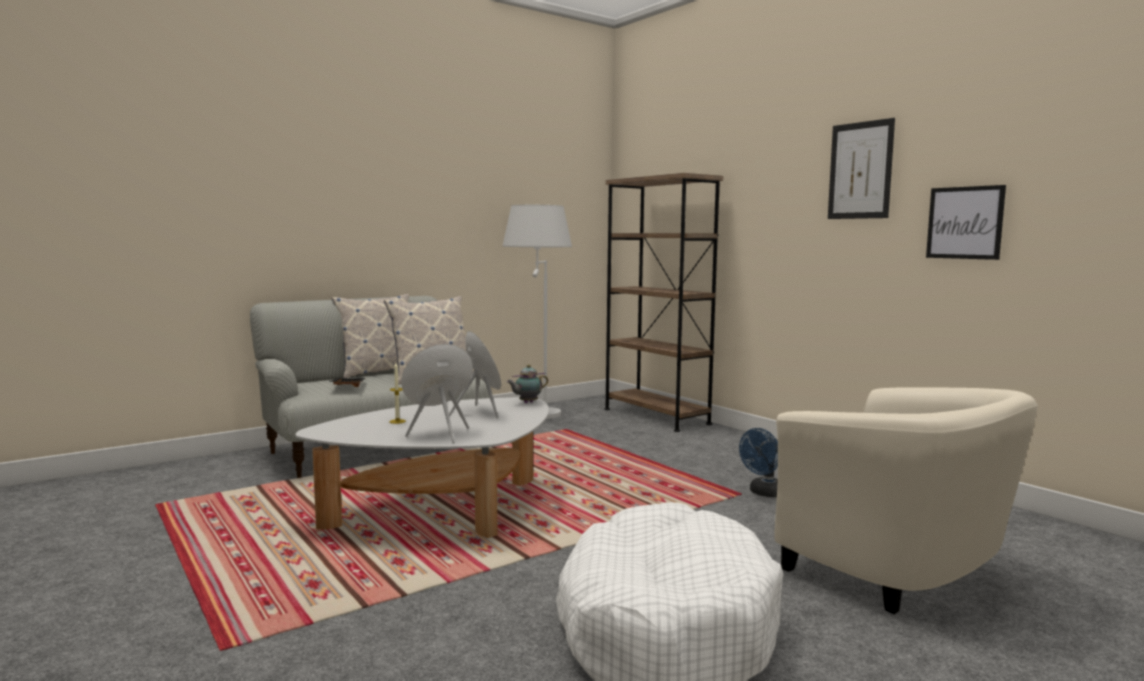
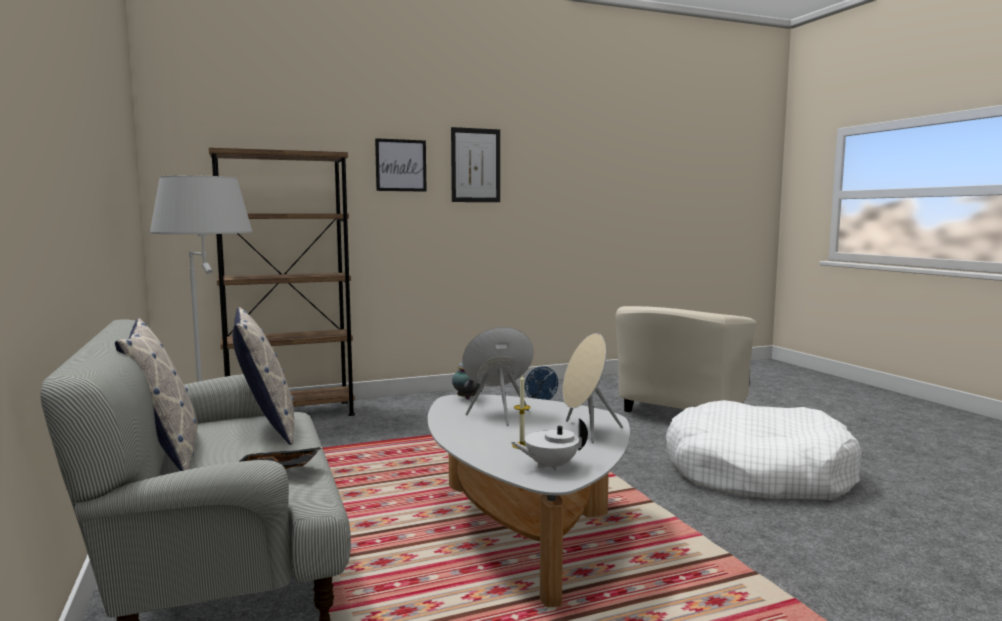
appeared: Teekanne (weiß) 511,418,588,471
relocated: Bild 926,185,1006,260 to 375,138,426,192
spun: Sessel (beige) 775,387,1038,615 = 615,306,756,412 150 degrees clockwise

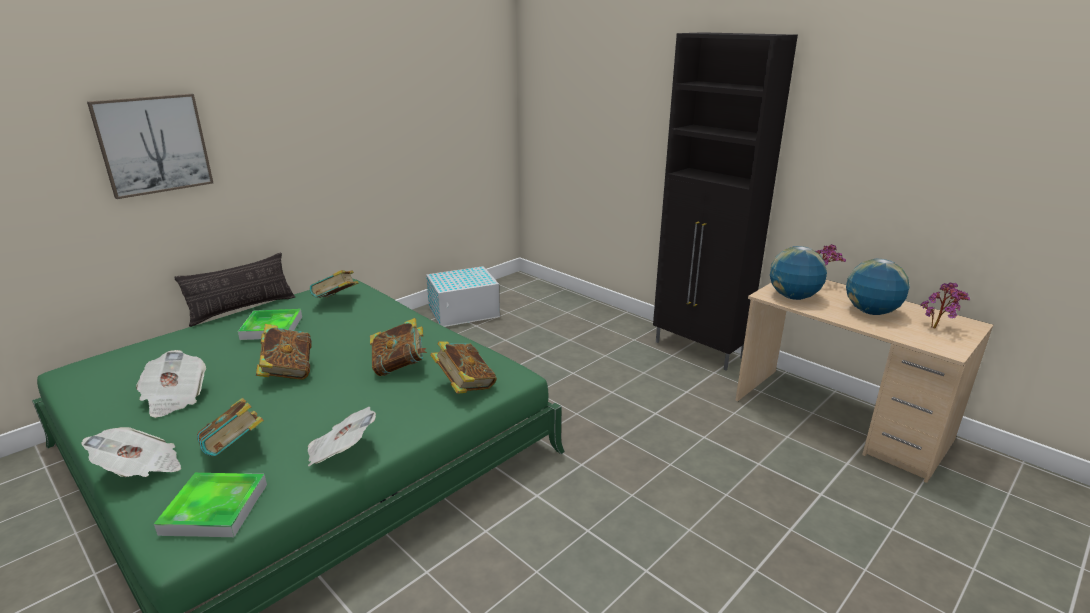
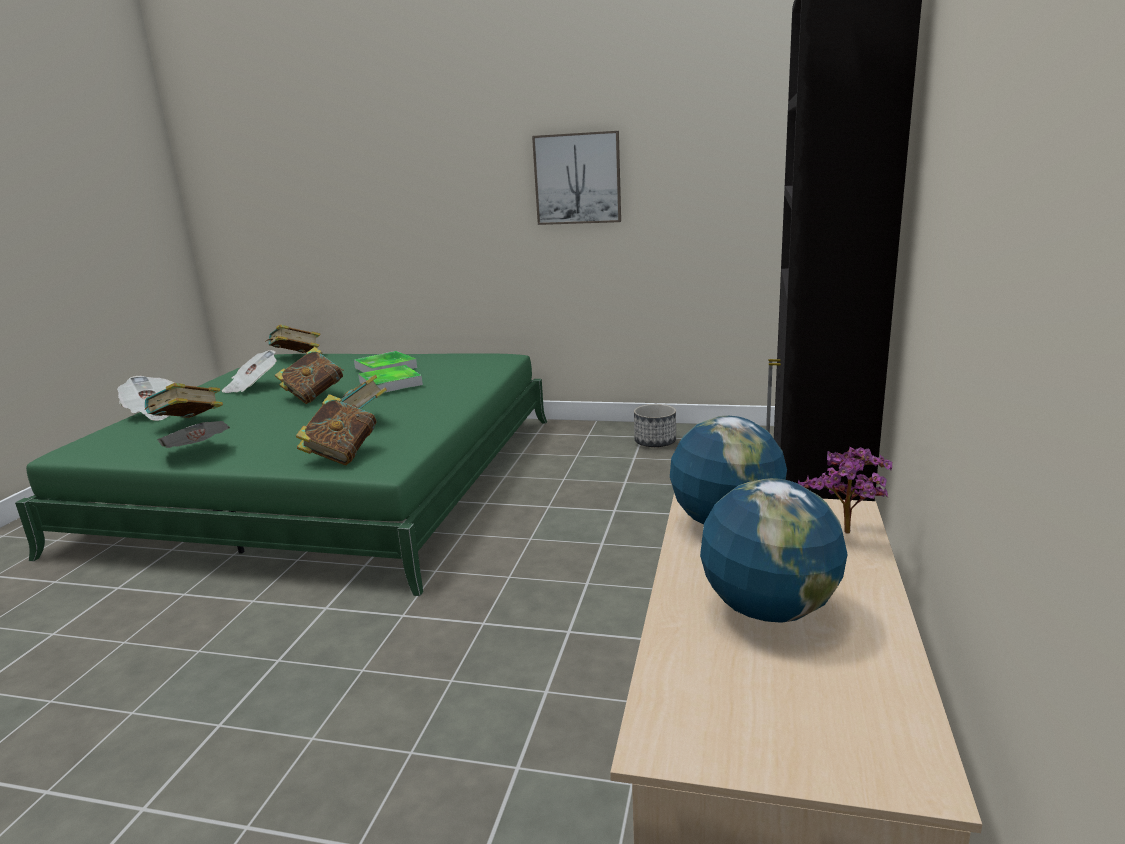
missing: Kissen 174,252,295,327; Topfpflanze 920,282,970,329
relocated: Bild 87,94,213,199 to 532,131,621,225; Tablett 154,473,267,537 to 358,365,423,393; Buch 310,270,359,298 to 265,325,320,353
exchanged: Aufbewahrungsbox (weiß) 426,266,500,327 to Pflanzkübel 634,404,676,447

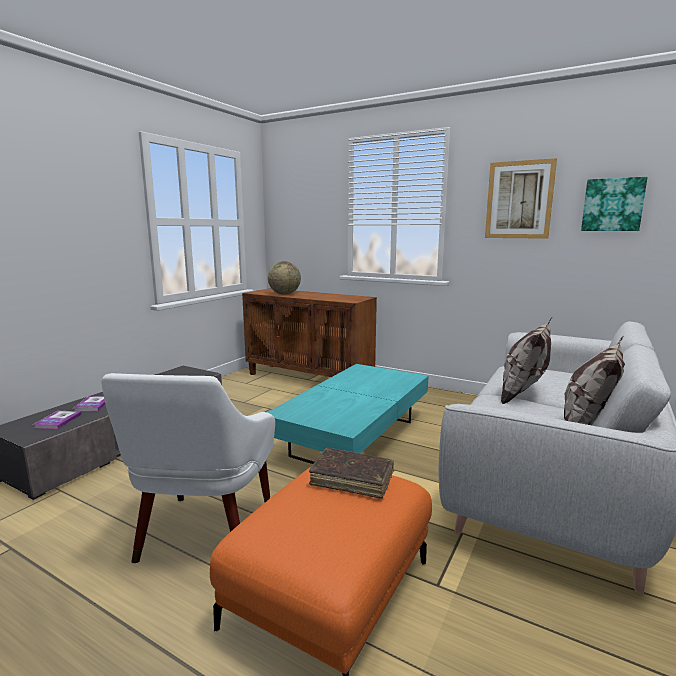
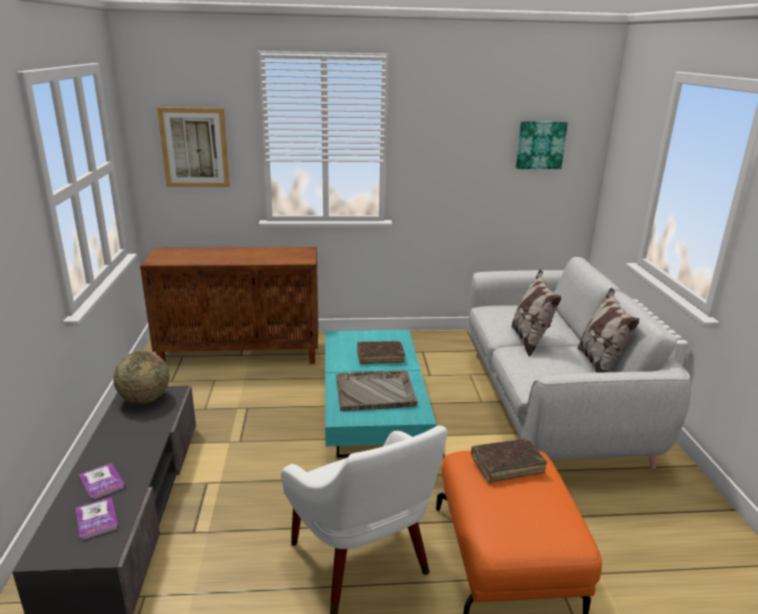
appeared: Tablett (grau) 336,370,417,411; Buch (braun) 357,341,405,364
relocated: Globus 268,261,301,294 to 113,351,169,404; Bild 485,158,557,239 to 157,107,230,187

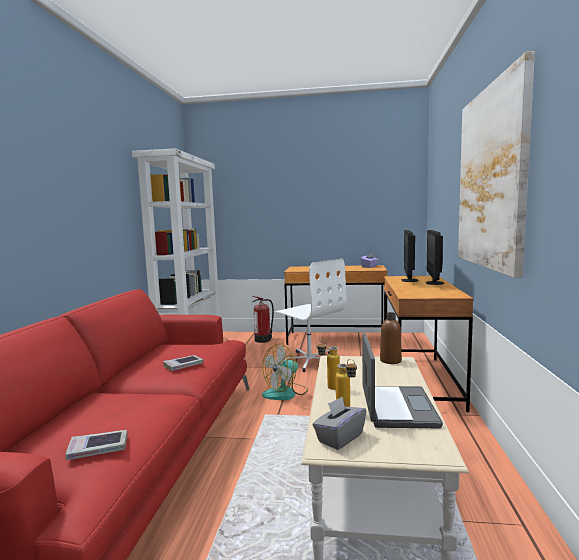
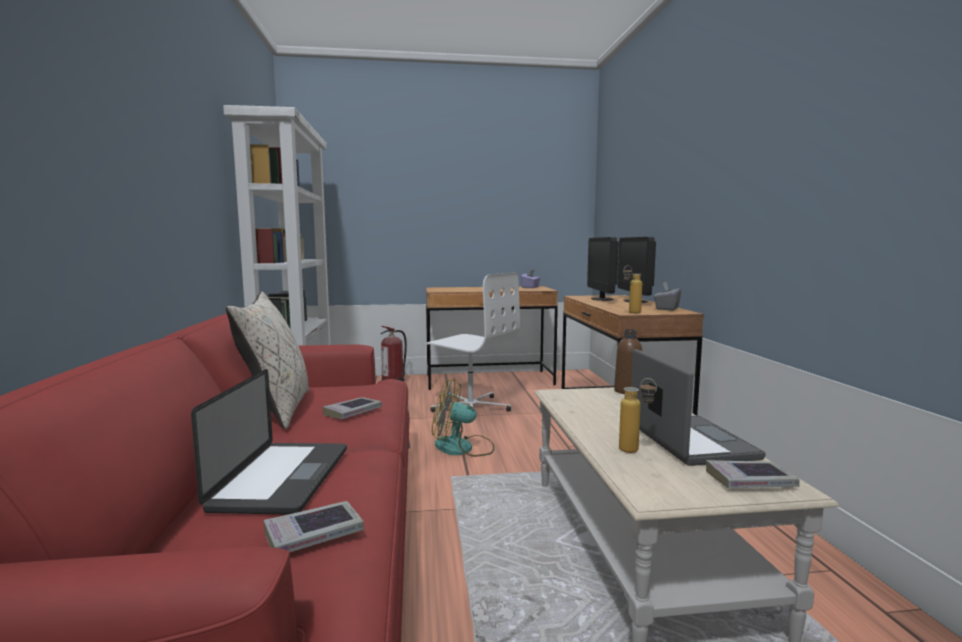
missing: Bild 458,51,535,278
appeared: Laptop 191,369,347,515; Kissen (beige) 226,292,309,429; Buch 706,460,800,488
relocated: Taschentuchbox (grau) 313,396,366,450 to 654,282,681,310; Flasche 316,340,340,390 to 623,265,642,313
spun: Ventilator 262,344,308,400 = 432,379,494,457 60 degrees clockwise

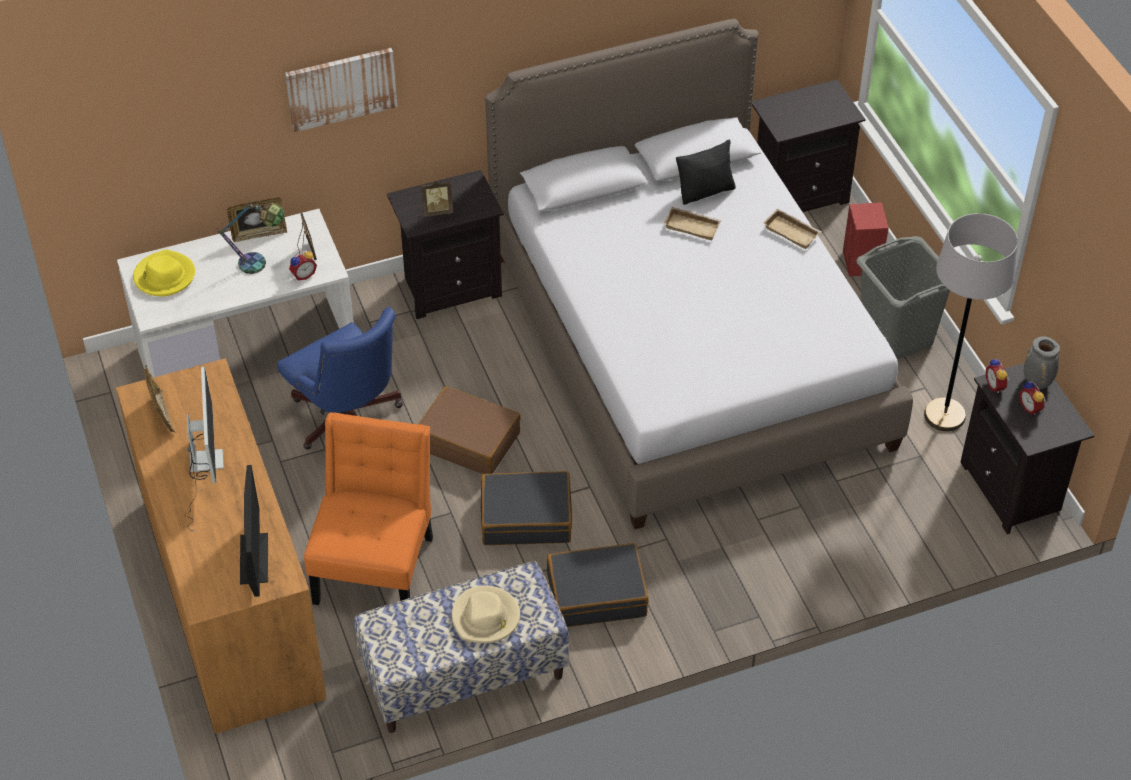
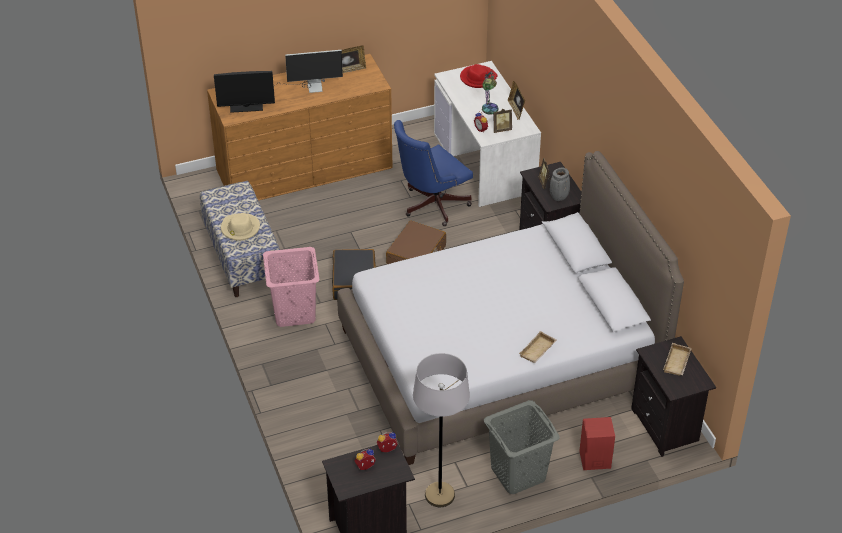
missing: Bild 285,48,397,132; Stuhl (orange) 304,412,433,605; Kissen (schwarz) 676,140,736,205
relocated: Tablett (beige) 663,207,722,240 to 663,343,692,375; Vase (grau) 1024,336,1060,389 to 550,168,570,201
exchanged: Koffer (schwarz) 547,543,649,627 to Wäschekorb (rosa) 263,247,320,327
colour: Hut (gelb) 133,250,195,296 to Hut (rot) 460,64,498,88

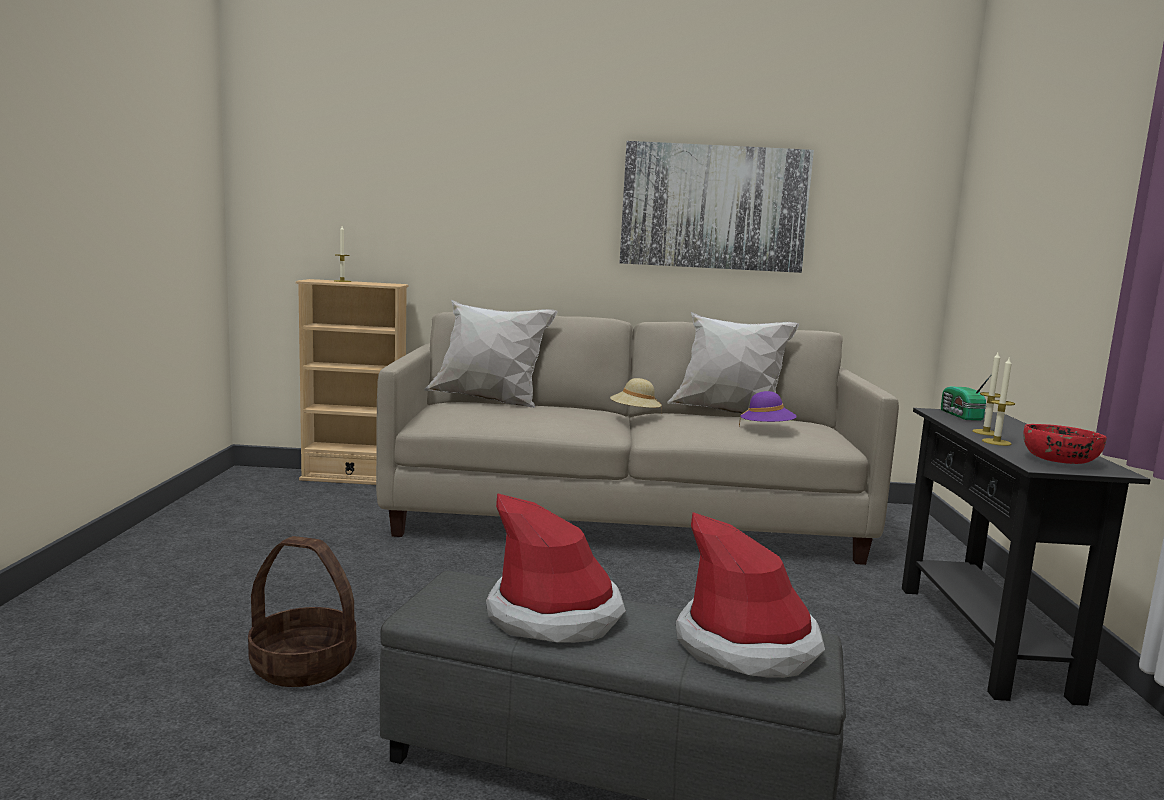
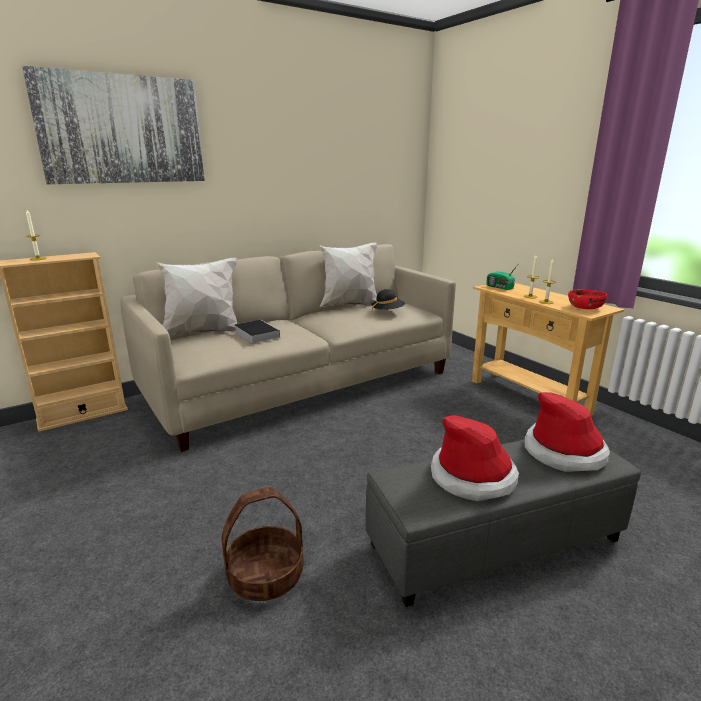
missing: Hut (beige) 610,378,662,412
appeared: Buch 234,320,280,344
relocated: Bild 620,141,814,273 to 22,66,205,184
colour: Hut (lila) 739,391,797,426 to Hut (schwarz) 371,289,405,313; Konsolentisch (schwarz) 902,408,1151,706 to Konsolentisch (beige) 472,283,624,415

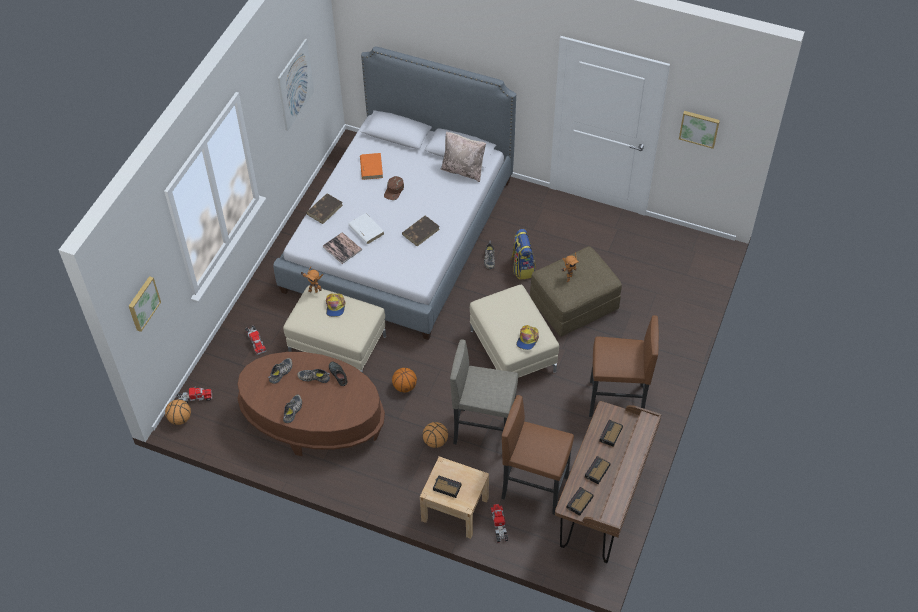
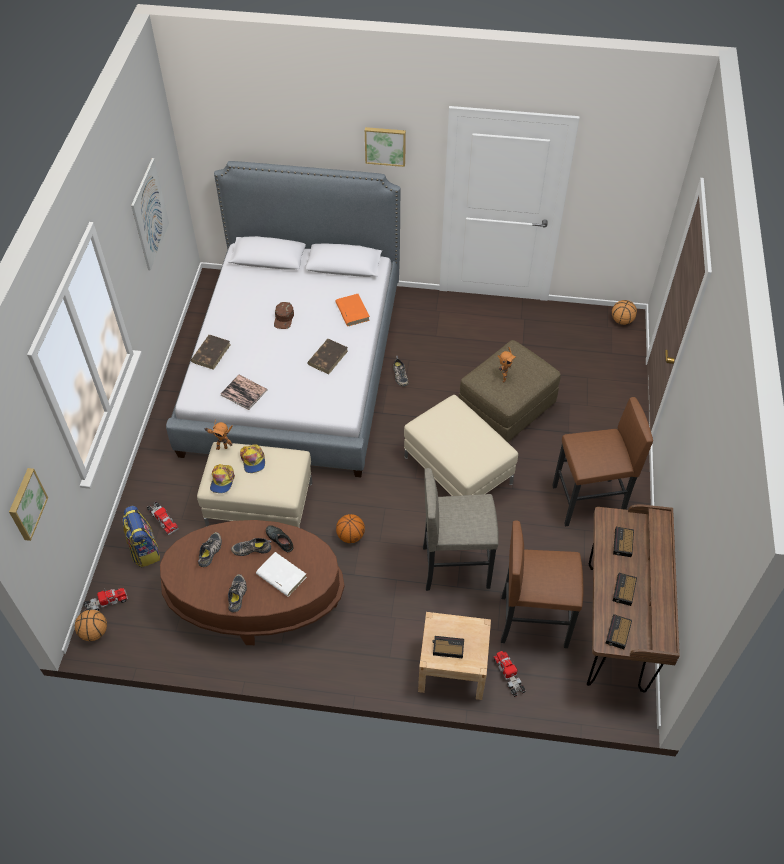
missing: Kissen (beige) 441,131,486,182
relocated: Buch (weiß) 348,213,385,244 to 256,552,307,597; Buch (orange) 360,153,383,180 to 335,294,370,326; Basketball 423,422,448,448 to 612,300,637,325; Rucksack 510,229,536,280 to 123,506,160,567; Kappe 516,325,539,350 to 210,464,235,493; Bild 679,111,720,149 to 365,127,406,167

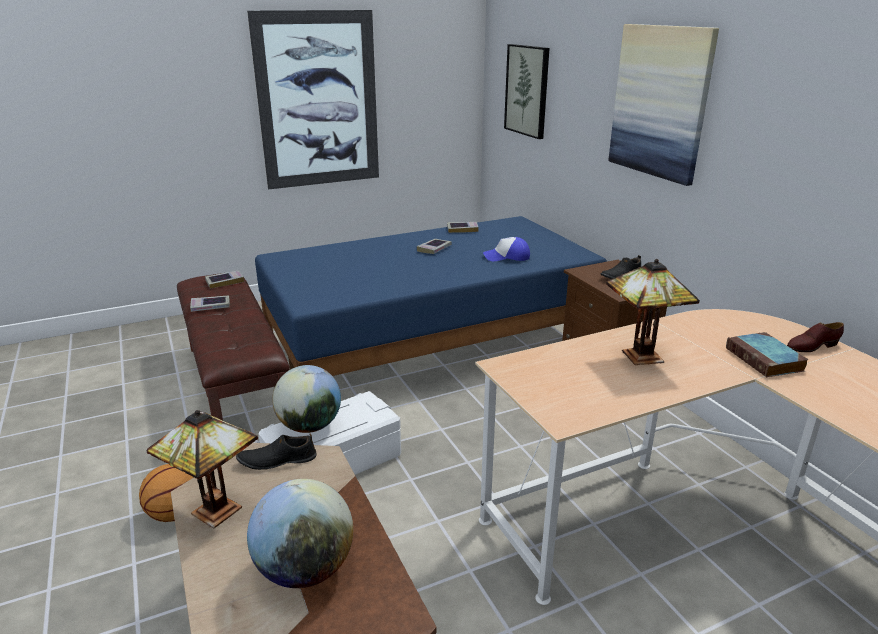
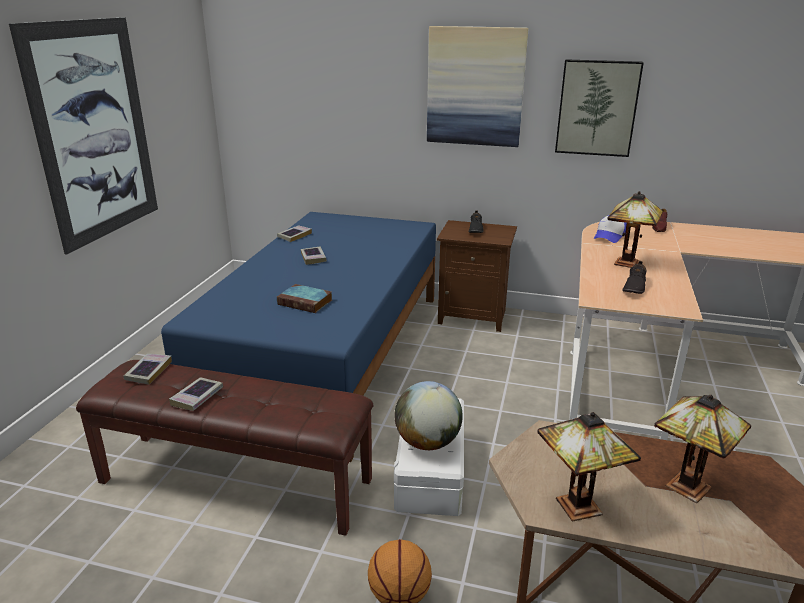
relocated: Schuh (schwarz) 236,433,316,470 to 622,261,646,294; Kappe 483,237,530,261 to 594,215,627,243; Bild 504,44,550,139 to 555,59,644,157; Buch 726,332,809,377 to 277,284,332,313
exchanged: Globus 247,479,353,588 to Tischlampe 654,395,751,503

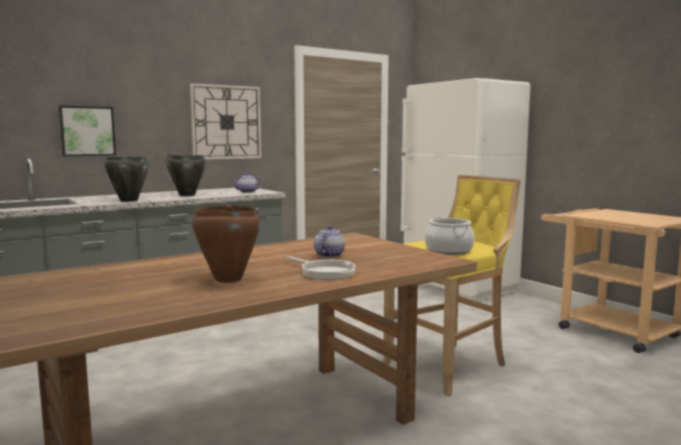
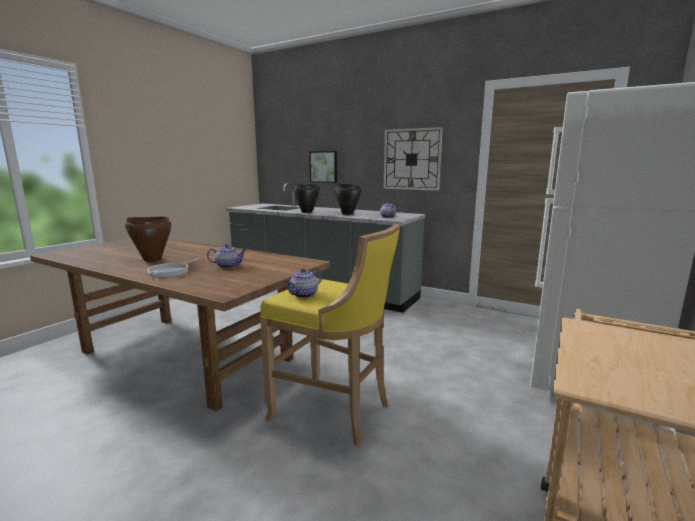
exchanged: Kochtopf 425,216,475,255 to Teekanne 284,268,321,298

